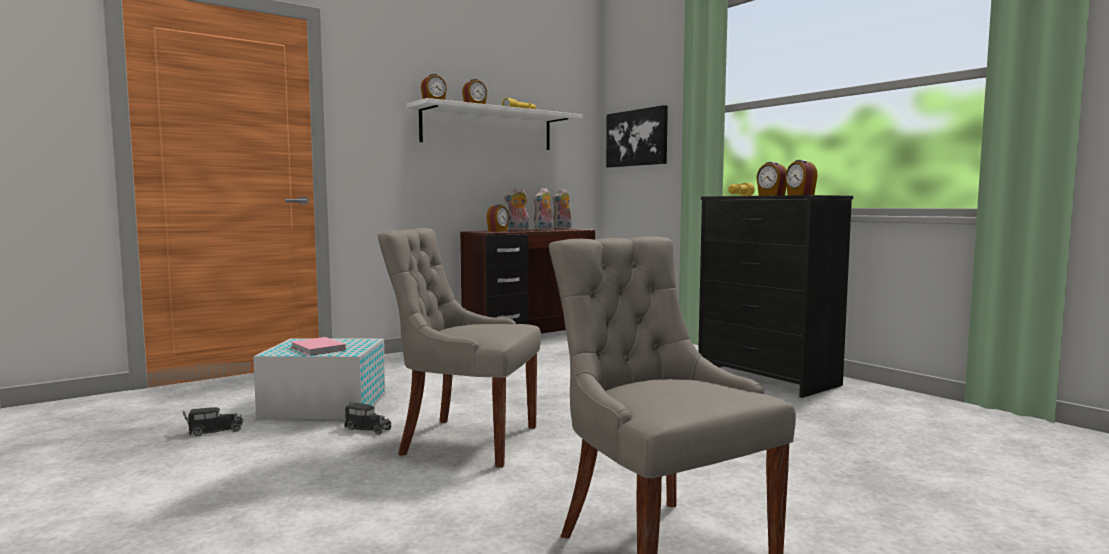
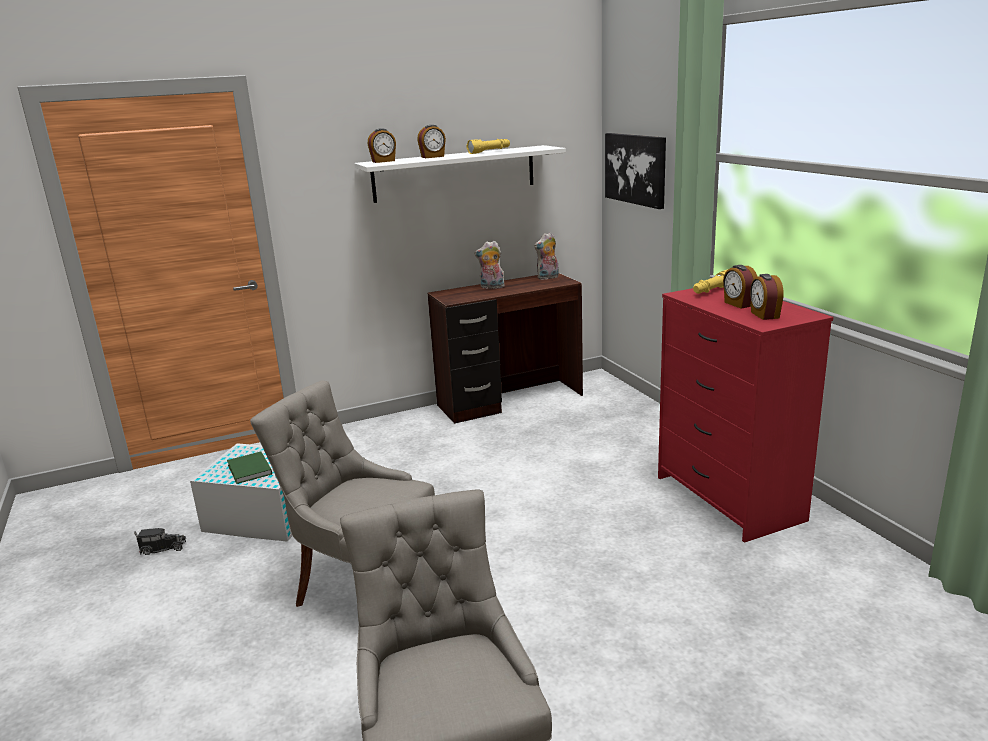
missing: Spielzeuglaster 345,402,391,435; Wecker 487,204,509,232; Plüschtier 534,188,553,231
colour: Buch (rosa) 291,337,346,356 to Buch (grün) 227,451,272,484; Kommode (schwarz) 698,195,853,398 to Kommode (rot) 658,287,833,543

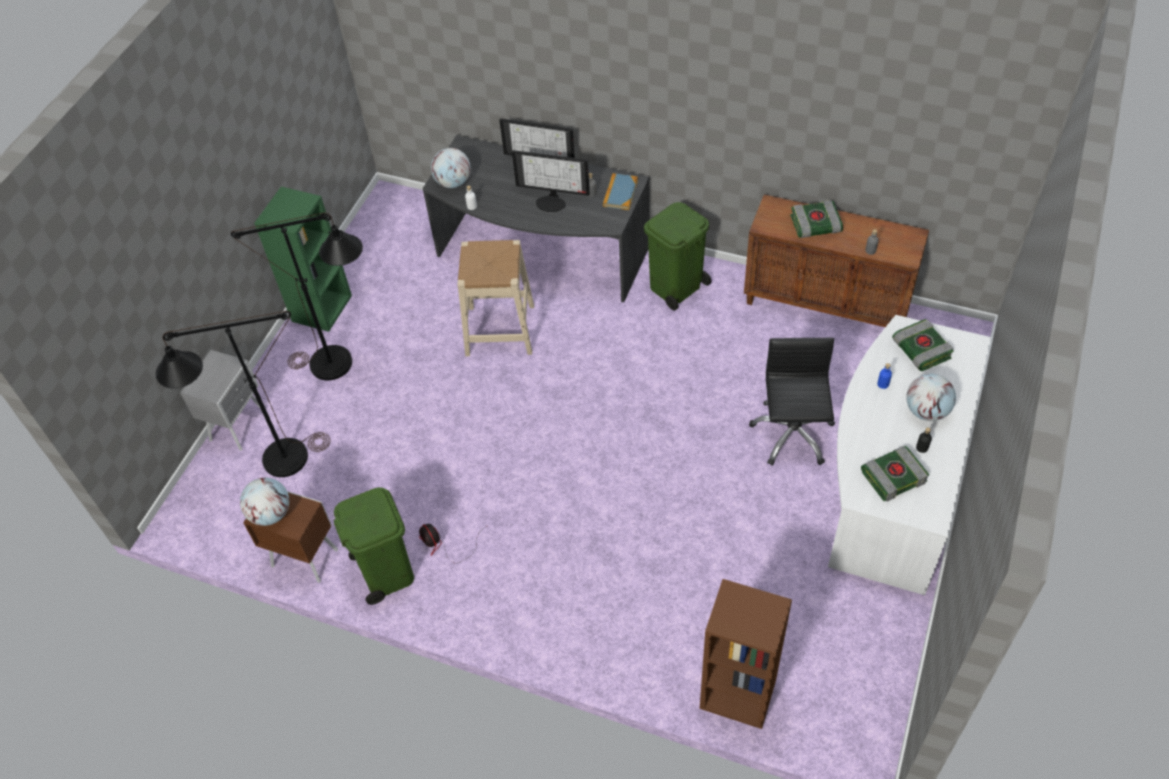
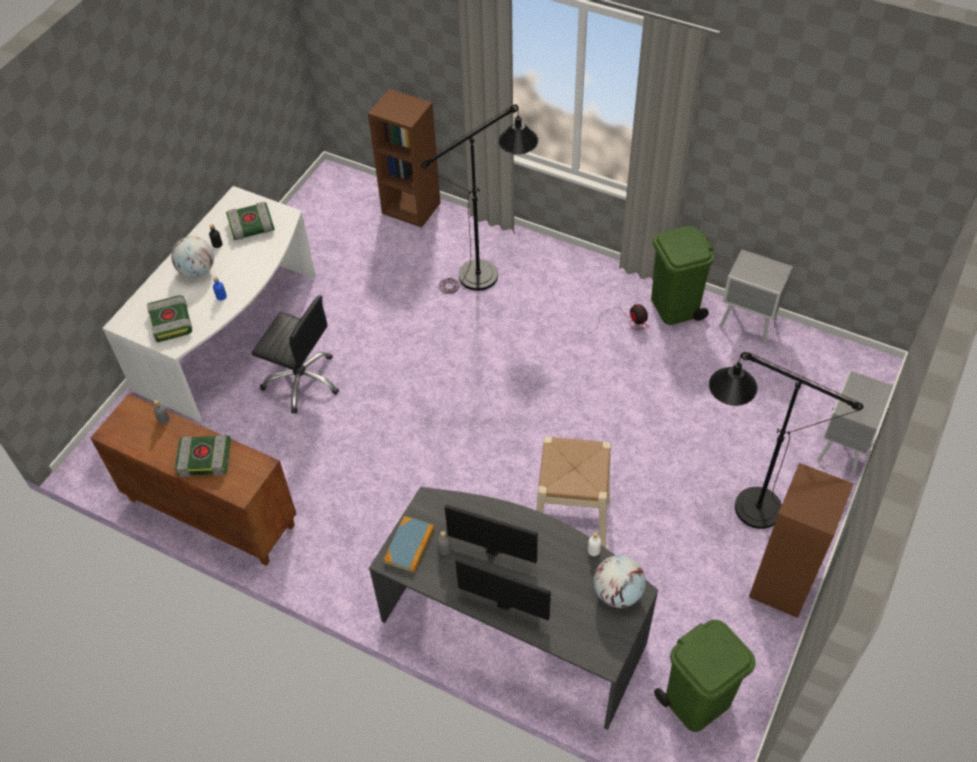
missing: Globus 240,478,289,526
relocated: Stehlampe (schwarz) 156,311,330,477 to 421,104,538,294; Mülleimer (grün) 644,202,712,311 to 654,620,756,732
colour: Nachttisch (braun) 243,491,338,583 to Nachttisch (grau) 720,249,794,343; Bücherregal (grün) 254,187,352,332 to Bücherregal (braun) 749,463,854,618
spun: Bürostuhl (schwarz) 749,338,835,465 = 252,295,339,414 75 degrees counterclockwise

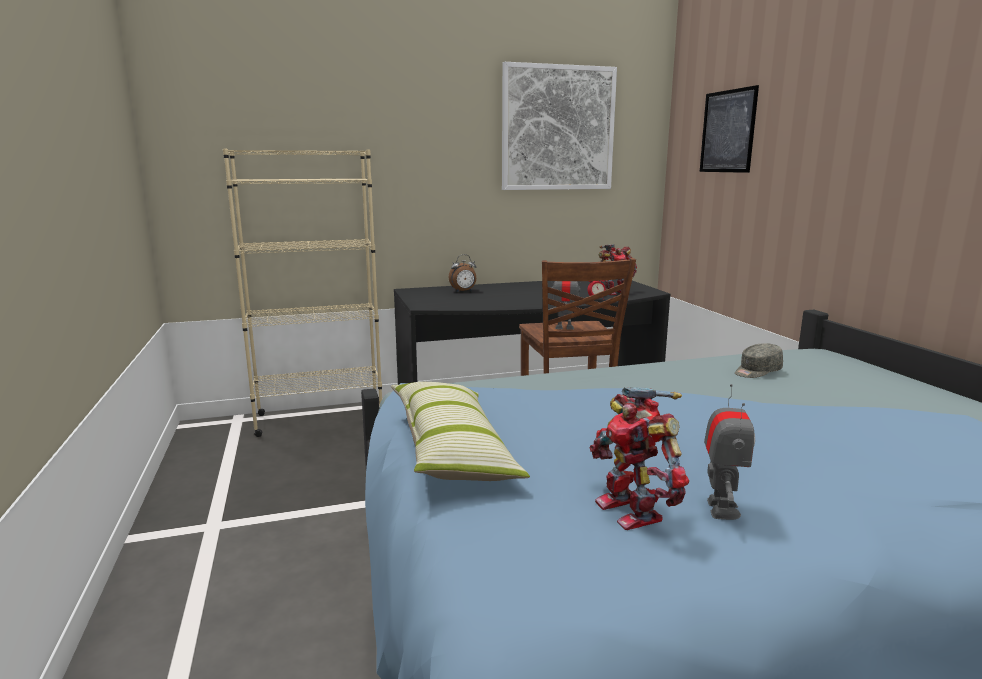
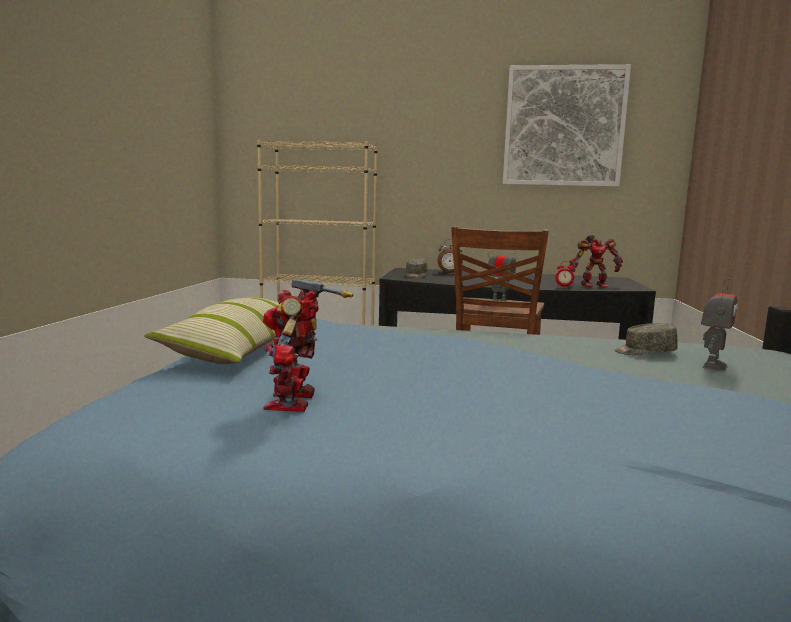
missing: Bild 700,85,759,173
appeared: Kappe (grau) 406,258,428,278
relocated: Spielzeugroboter 704,384,755,520 to 701,278,738,370

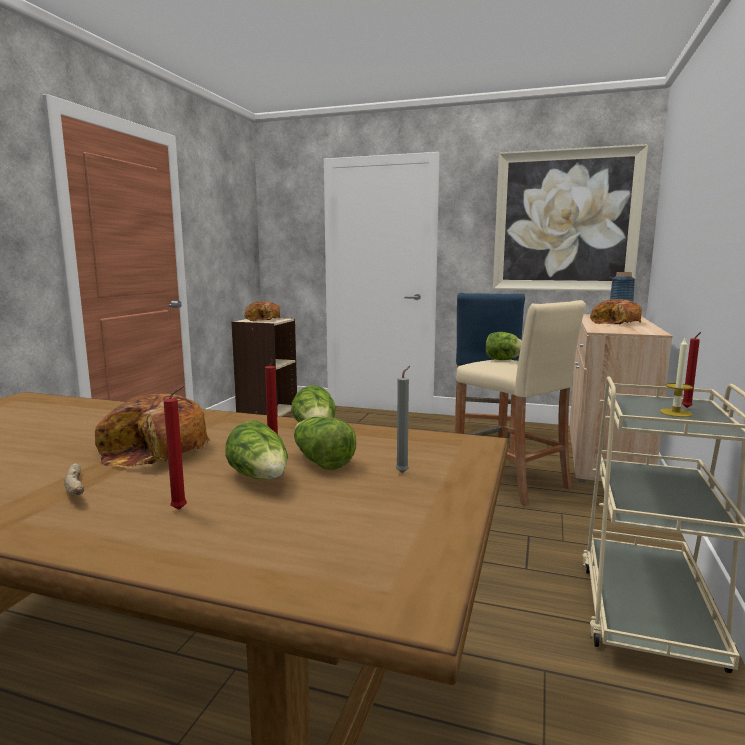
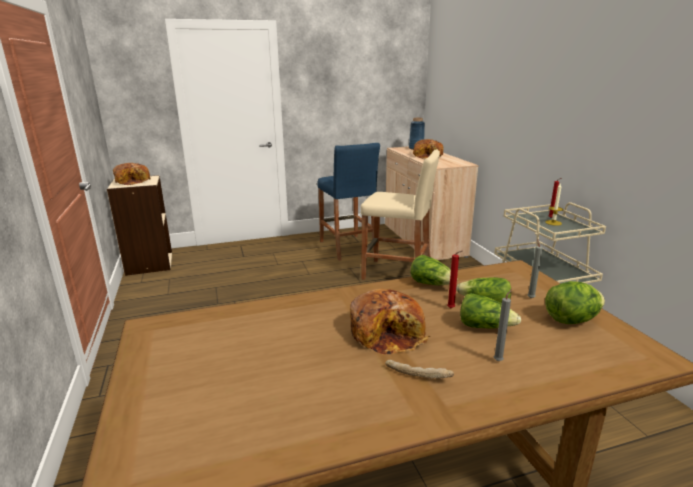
missing: Bild 493,144,648,291
relocated: Salatkopf 485,332,522,360 to 545,281,605,324
colour: Kerze (rot) 164,386,187,510 to Kerze (grau) 494,289,512,361

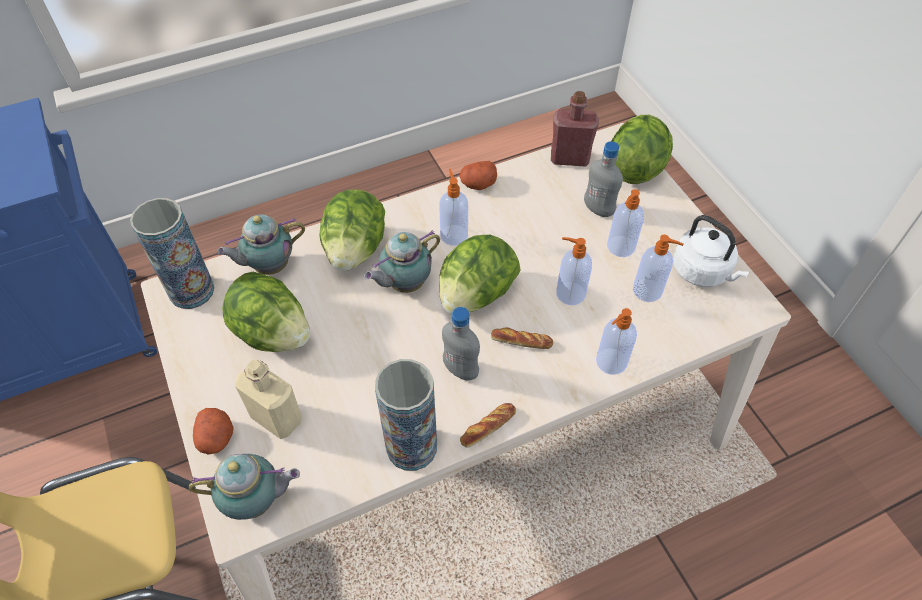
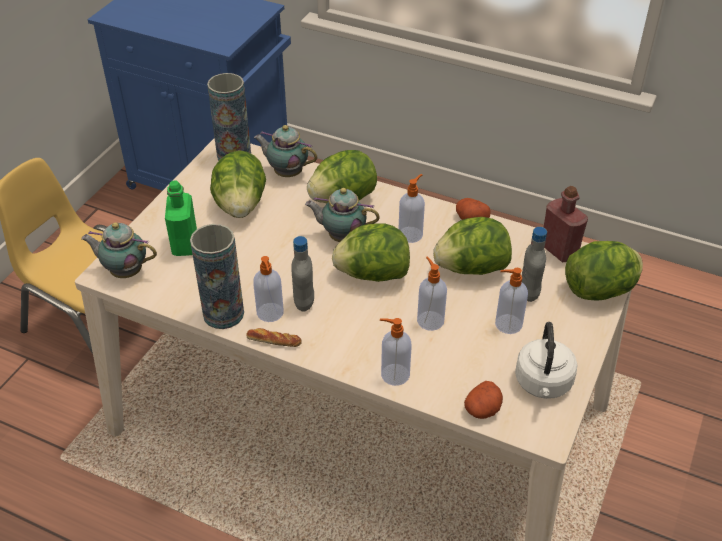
missing: Brot 491,328,553,349
appeared: Salatkopf 433,217,512,275
relocated: Kartoffel 193,408,234,454 to 464,381,503,419; Seifenspender 633,235,683,302 to 253,256,284,322
colour: Flasche (beige) 235,360,302,439 to Flasche (grün) 165,180,197,256
spun: Teekanne 189,454,300,520 = 81,222,157,278 150 degrees clockwise

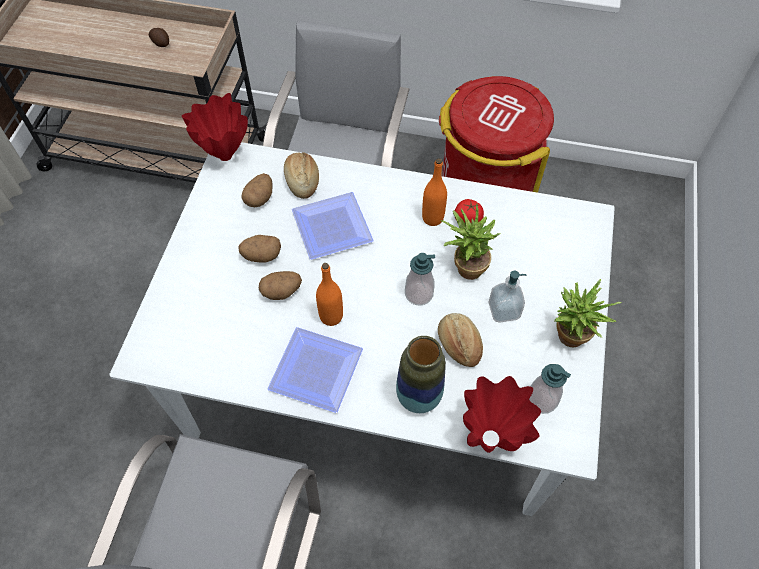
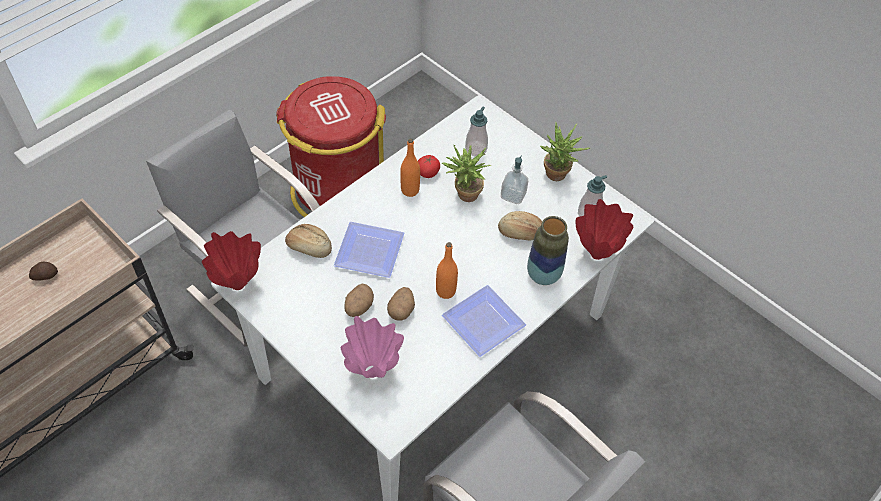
missing: Kartoffel 241,173,273,207
appeared: Vase (rosa) 341,316,404,378
relocated: Seifenspender 405,253,435,306 to 465,107,488,157

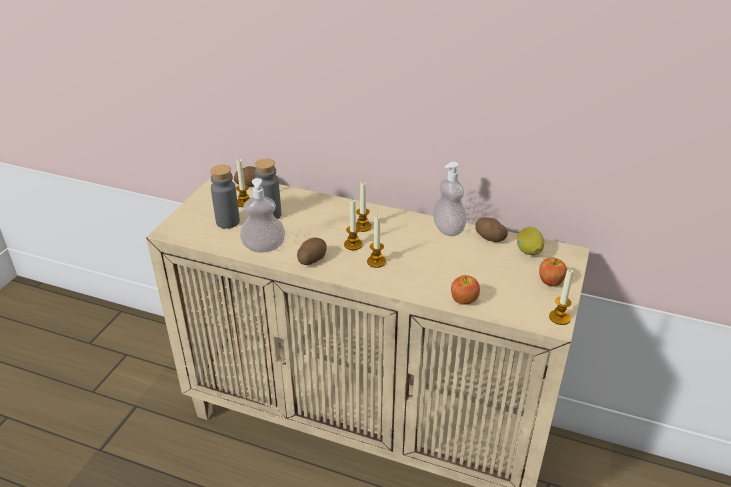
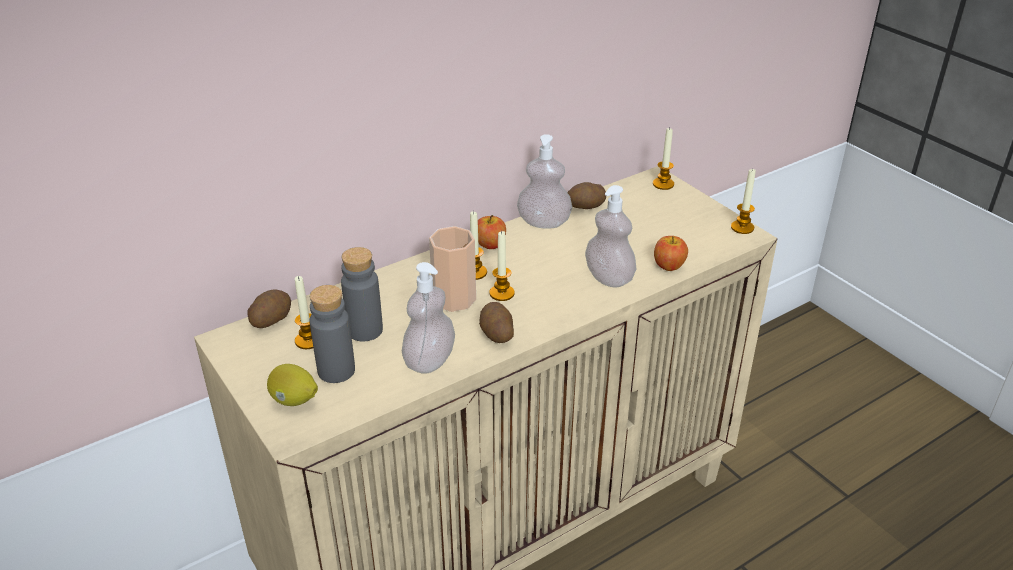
appeared: Tasse 429,226,476,312; Seifenspender 585,185,636,288
relocated: Kerze 367,216,386,268 to 653,128,674,190; Zitrone 517,227,544,255 to 267,364,318,406; Apfel 539,258,567,287 to 478,215,506,249

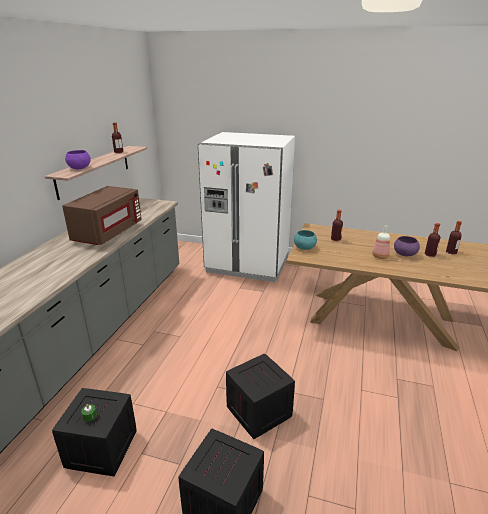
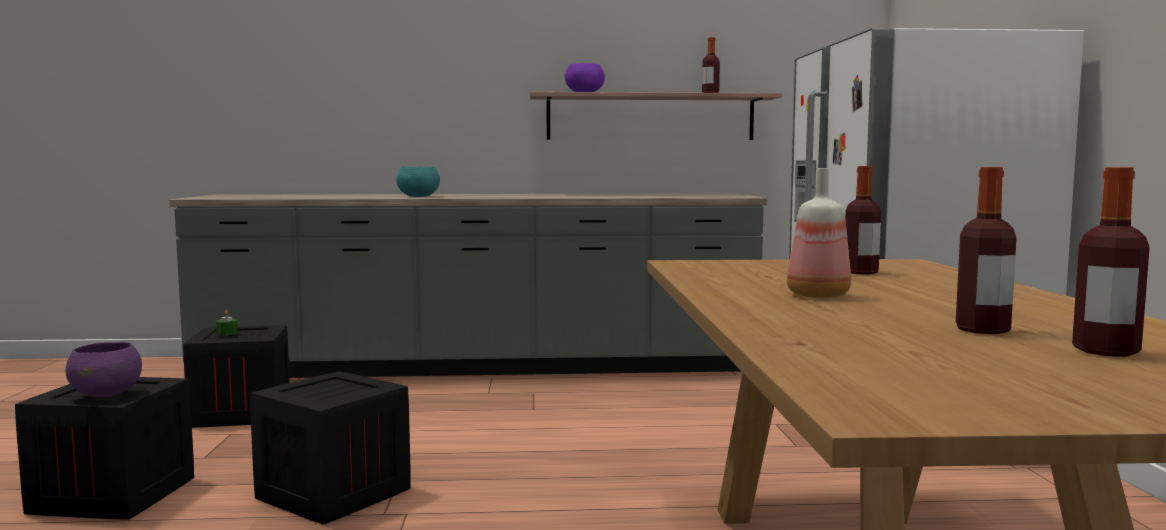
missing: Mikrowelle (braun) 62,186,142,245
relocated: Schüssel (türkis) 294,230,317,250 to 396,166,440,197; Schüssel (lila) 394,236,420,256 to 65,342,142,397

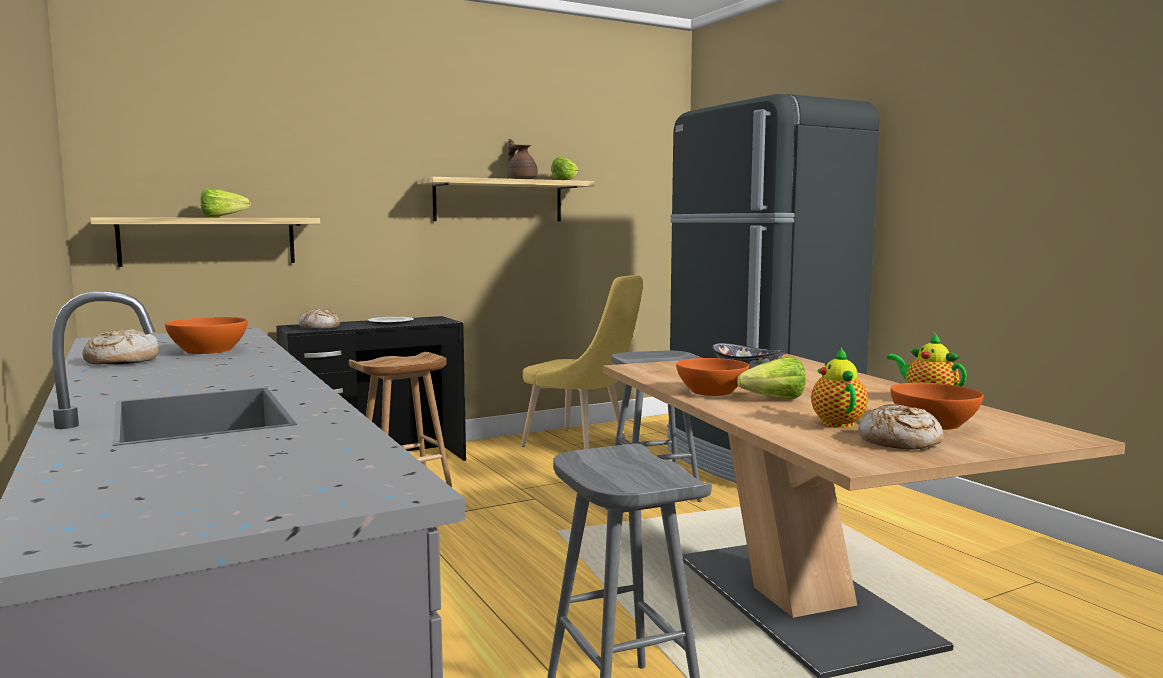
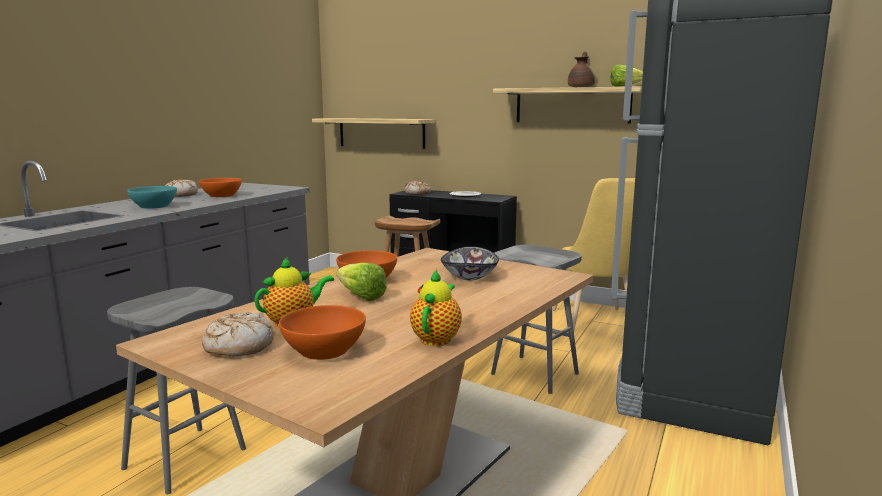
missing: Salatkopf 200,188,251,217
appeared: Schüssel (türkis) 127,186,177,209

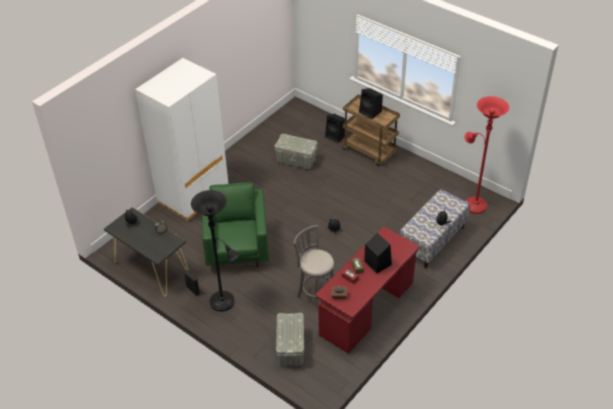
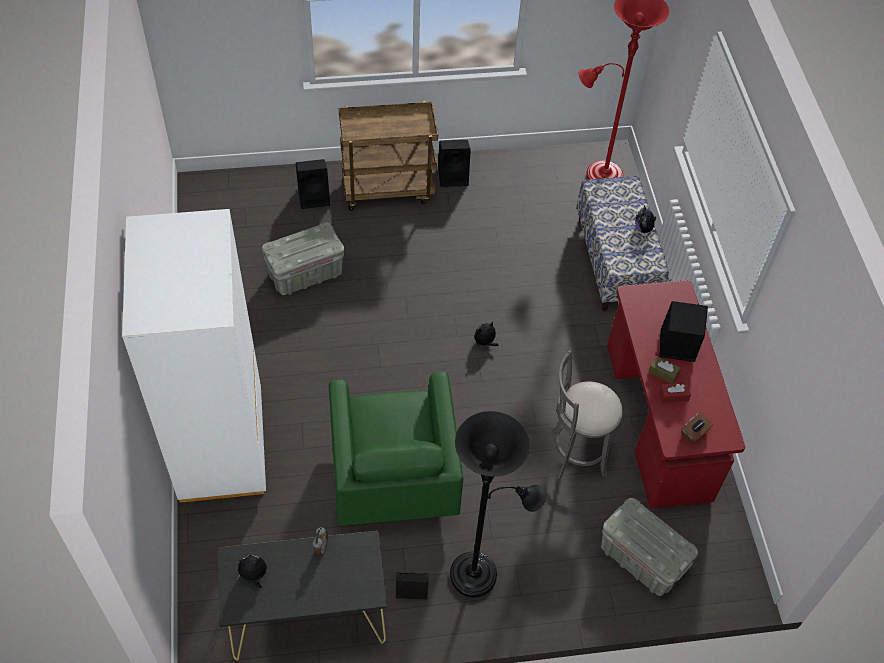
relocated: Lautsprecher (schwarz) 359,88,383,119 to 438,140,471,187
spun: Sessel (grün) 202,182,269,270 = 329,371,463,526 135 degrees counterclockwise

